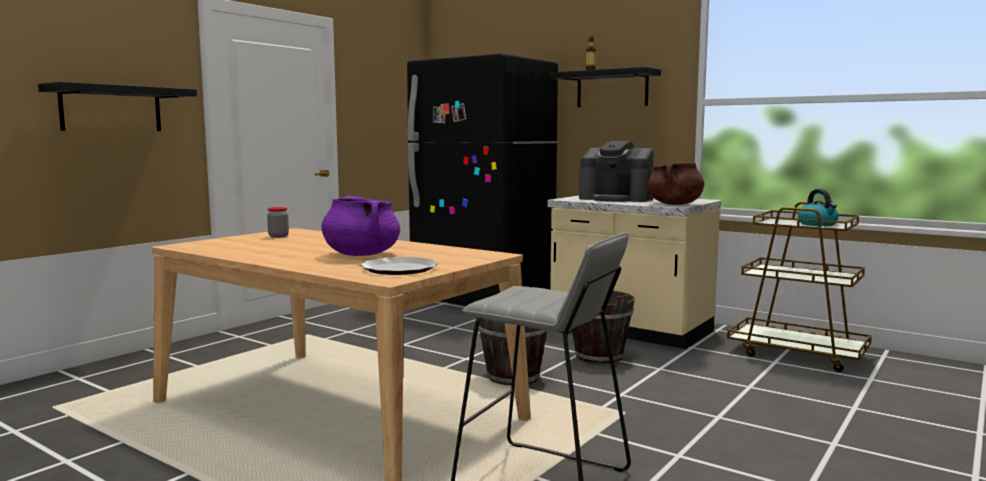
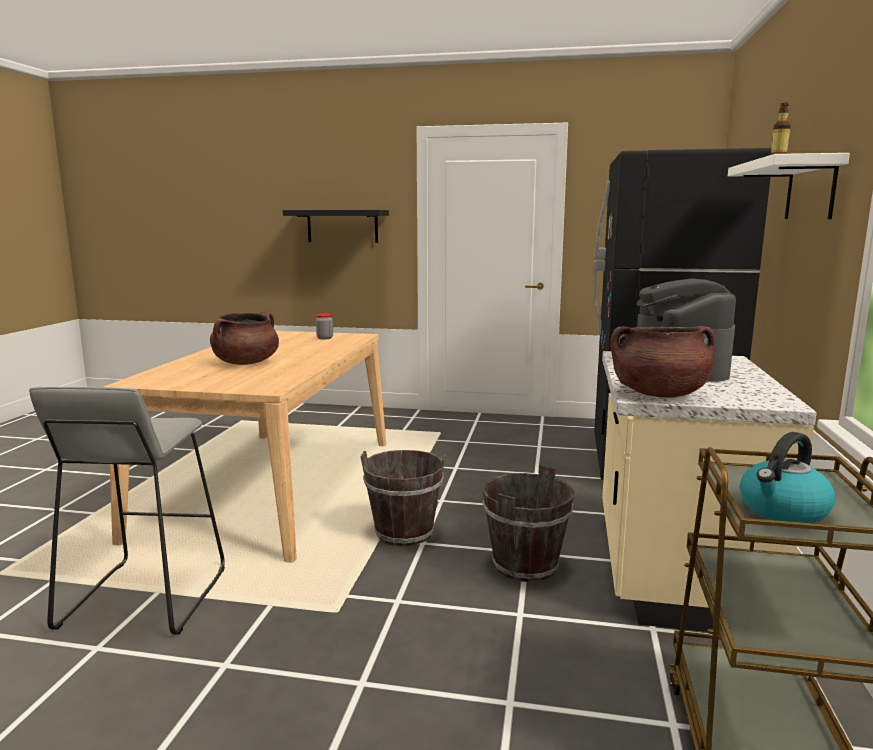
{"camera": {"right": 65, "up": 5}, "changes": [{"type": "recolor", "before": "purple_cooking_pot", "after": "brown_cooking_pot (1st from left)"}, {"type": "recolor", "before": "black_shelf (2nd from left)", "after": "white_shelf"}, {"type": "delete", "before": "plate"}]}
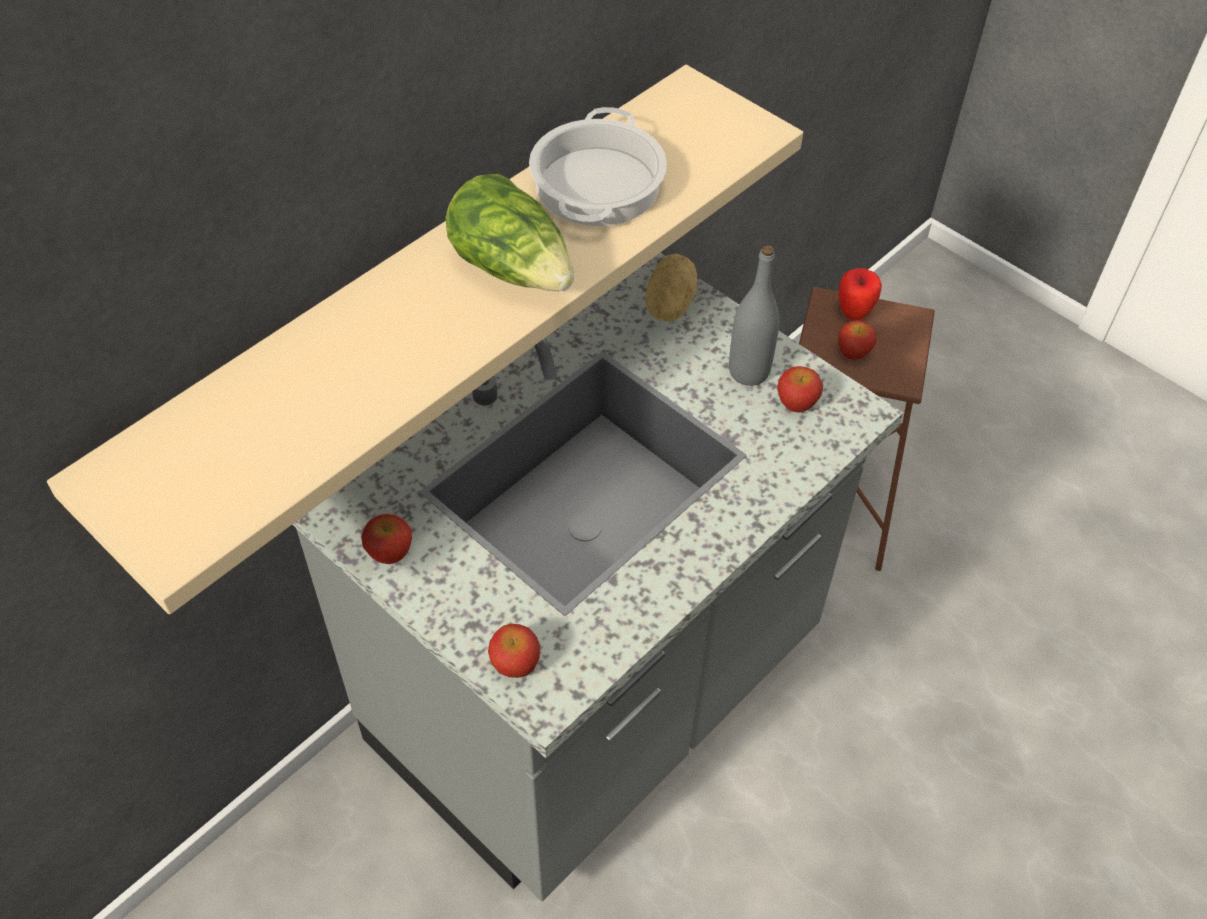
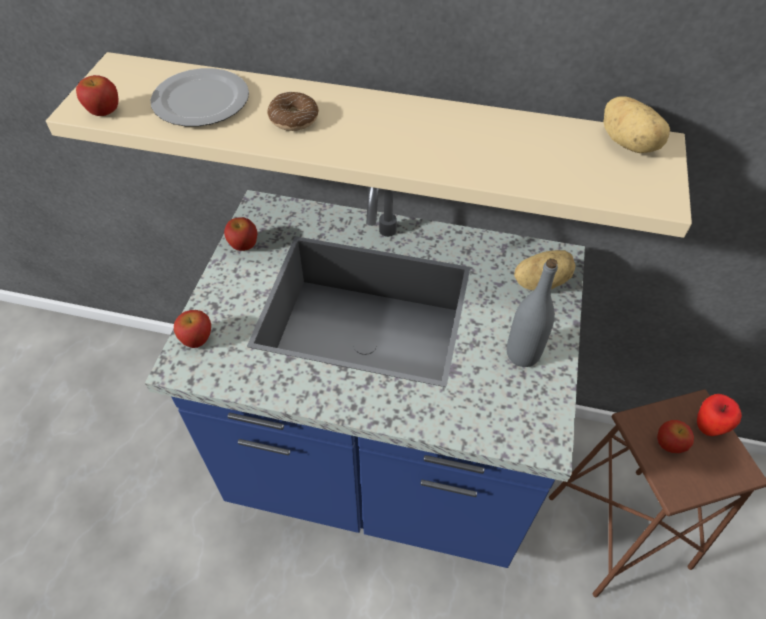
{"camera": {"right": 60, "up": 0}, "changes": [{"type": "move", "before": "apple (3rd from left in the first image)", "after": "apple (1st from left)"}, {"type": "recolor", "before": "grey_counter", "after": "blue_counter"}, {"type": "insert", "after": "plate"}, {"type": "insert", "after": "donut"}, {"type": "insert", "after": "potato (2nd from left)"}, {"type": "delete", "before": "lettuce"}, {"type": "delete", "before": "cooking_pot"}]}
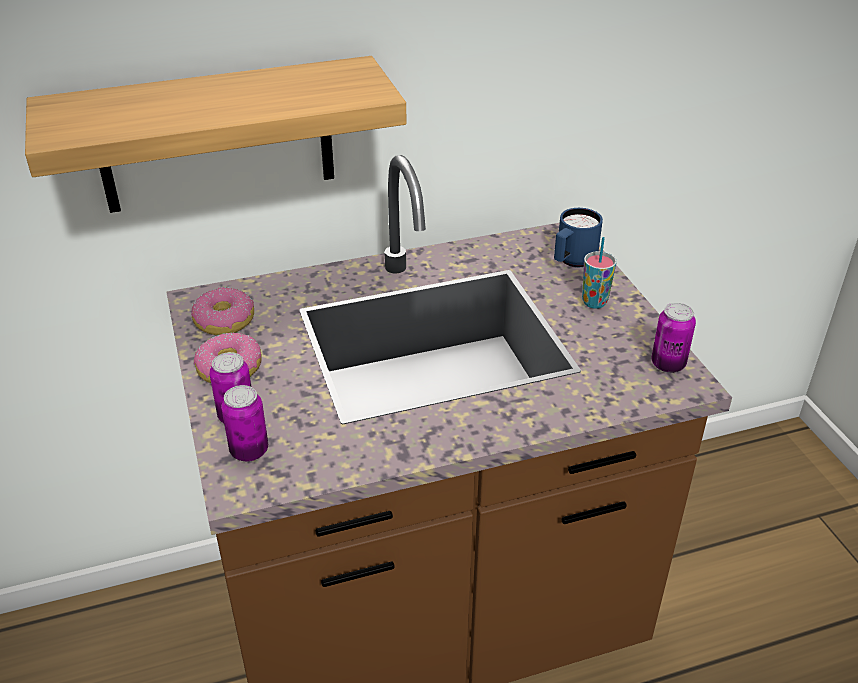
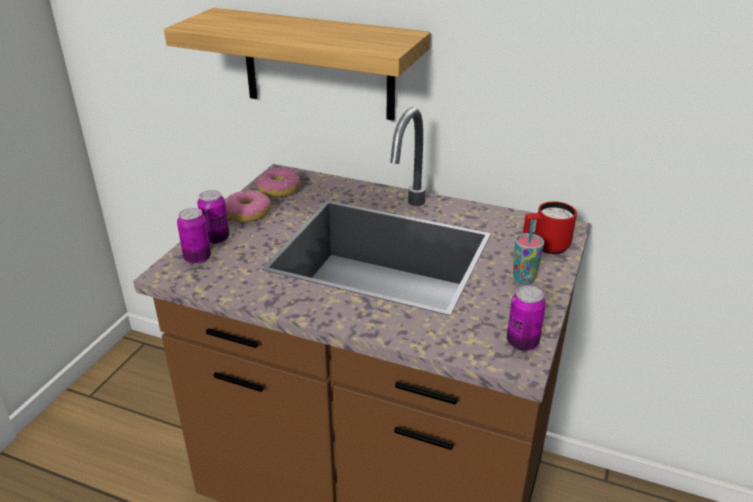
{"camera": {"right": 40, "up": -5}, "changes": [{"type": "recolor", "before": "blue_mug", "after": "red_mug"}]}
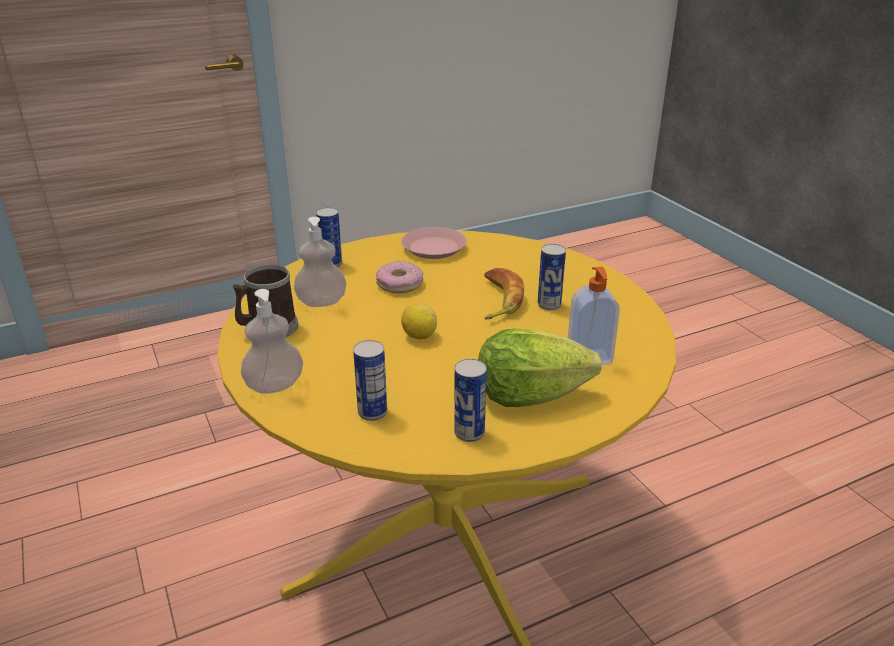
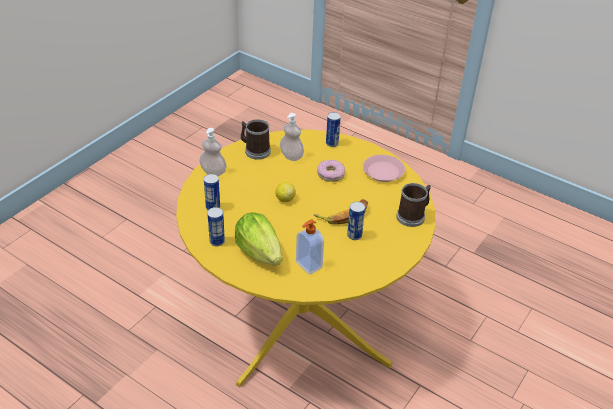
{"camera": {"right": 60, "up": 10}, "changes": [{"type": "insert", "after": "mug (2nd from left)"}]}
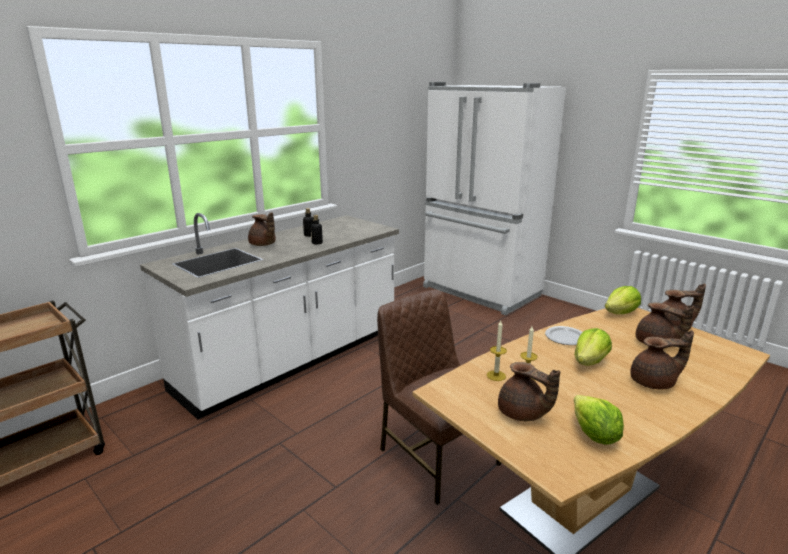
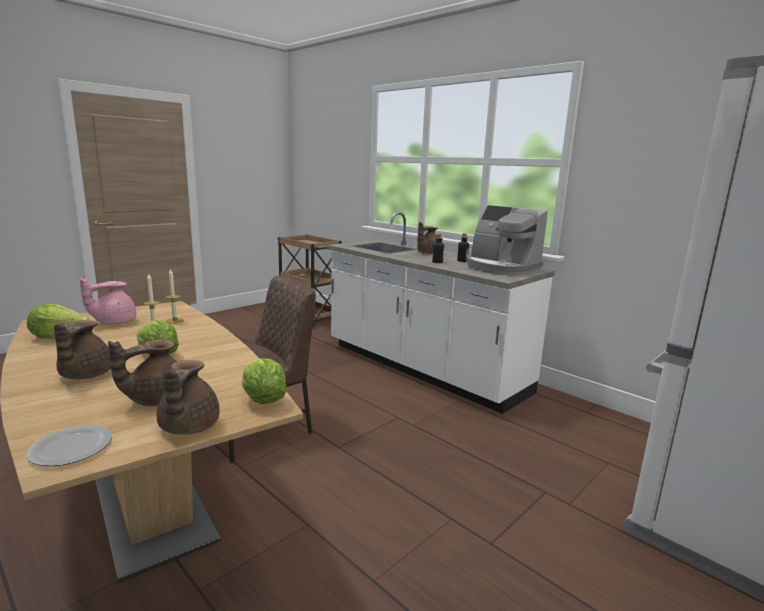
{"camera": {"right": 90, "up": -5}, "changes": [{"type": "move", "before": "plate"}, {"type": "recolor", "before": "brown_teapot (2nd from left)", "after": "pink_teapot"}, {"type": "insert", "after": "coffee_machine"}]}
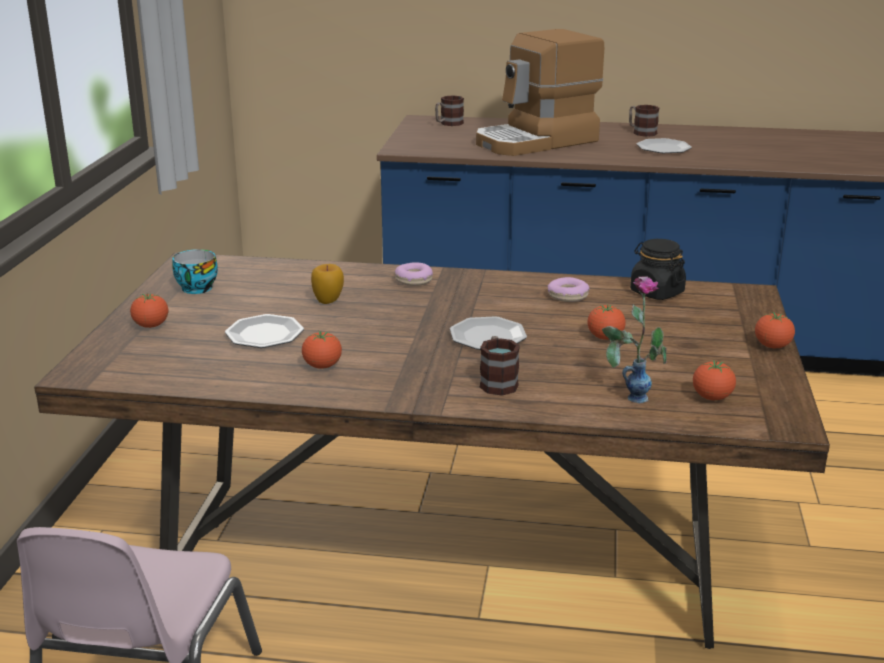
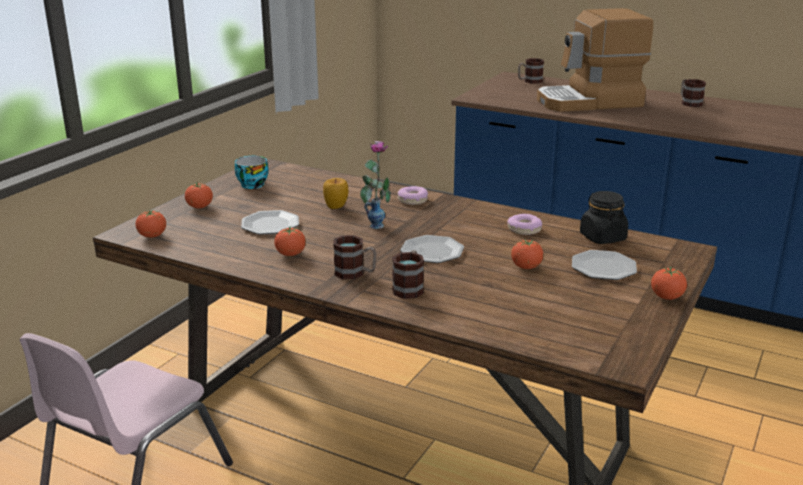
{"camera": {"right": 20, "up": 0}, "changes": [{"type": "move", "before": "tomato (4th from left in the first image)", "after": "tomato (1st from left)"}, {"type": "insert", "after": "mug (1st from left)"}, {"type": "move", "before": "vase"}, {"type": "move", "before": "plate (3rd from left)"}]}
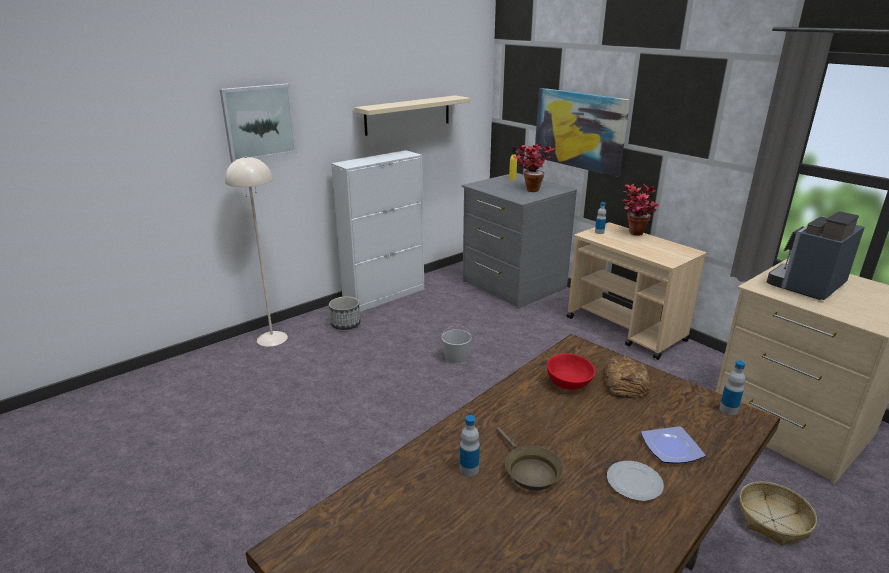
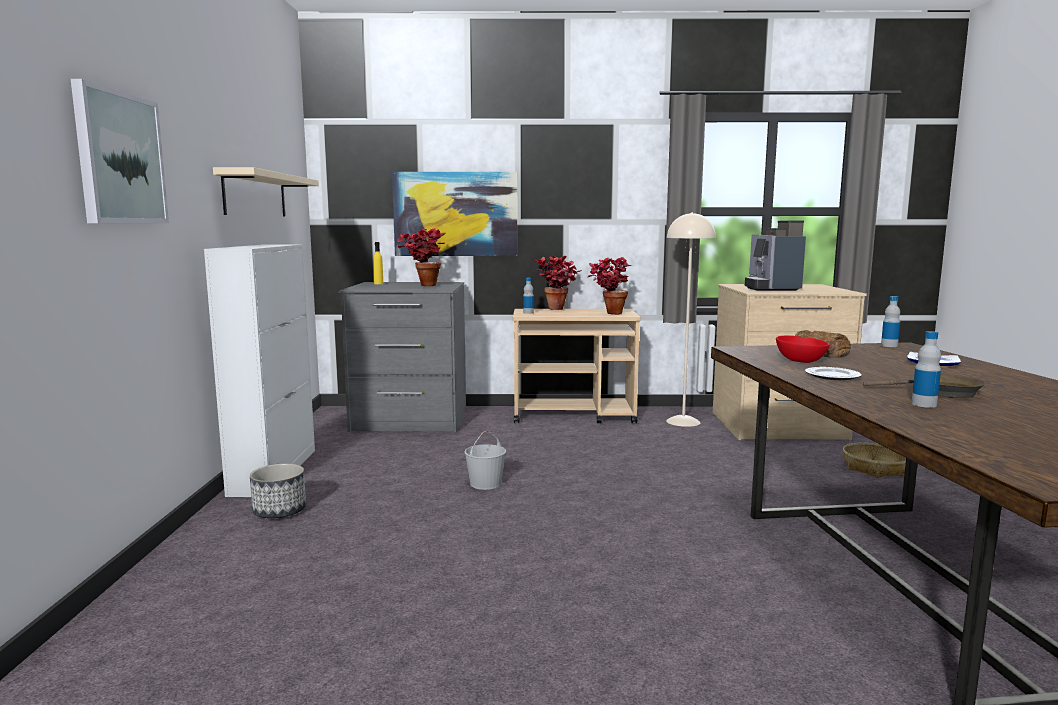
{"camera": {"right": -50, "up": -15}, "changes": [{"type": "insert", "after": "potted_plant (3rd from left)"}, {"type": "move", "before": "beige_floor_lamp"}, {"type": "move", "before": "plate (1st from left)"}]}
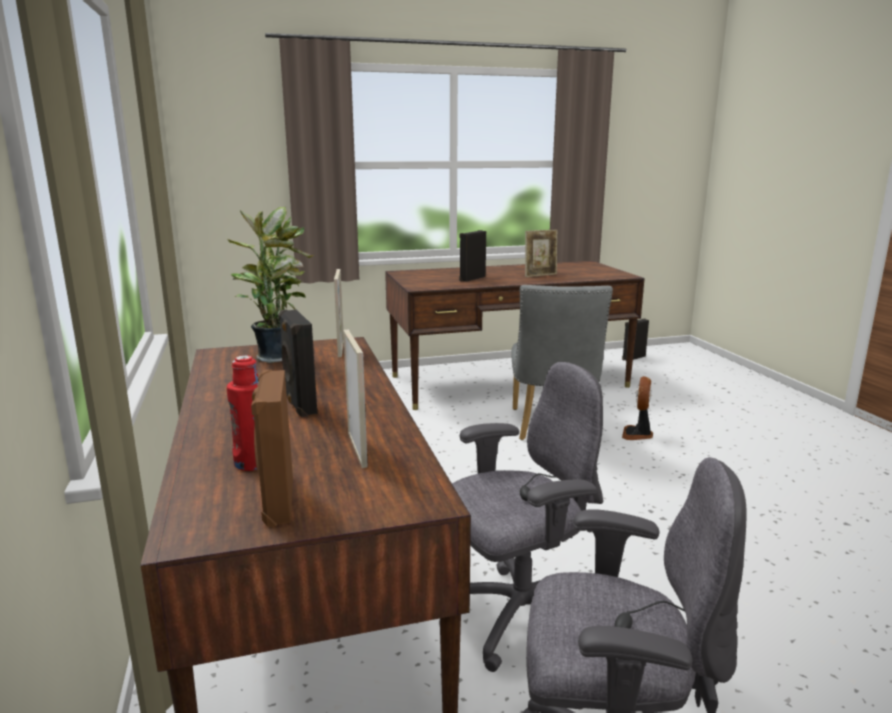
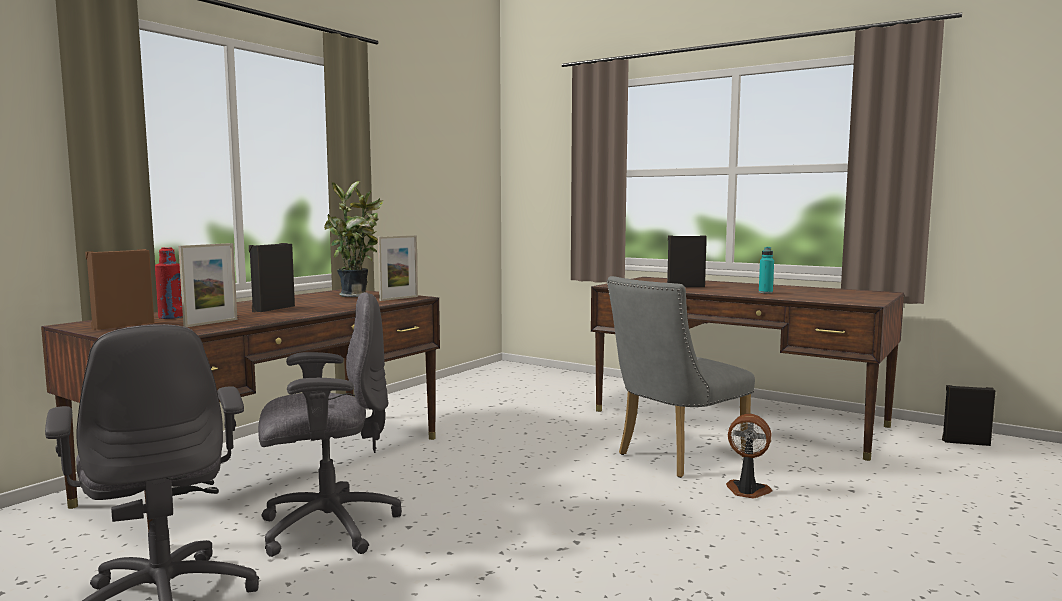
{"camera": {"right": 50, "up": -10}, "changes": [{"type": "rotate", "before": "grey_office_chair (1st from left in the first image)", "turn": -45}, {"type": "rotate", "before": "fan", "turn": 45}, {"type": "replace", "before": "picture_frame (3rd from left)", "after": "turquoise_bottle"}]}
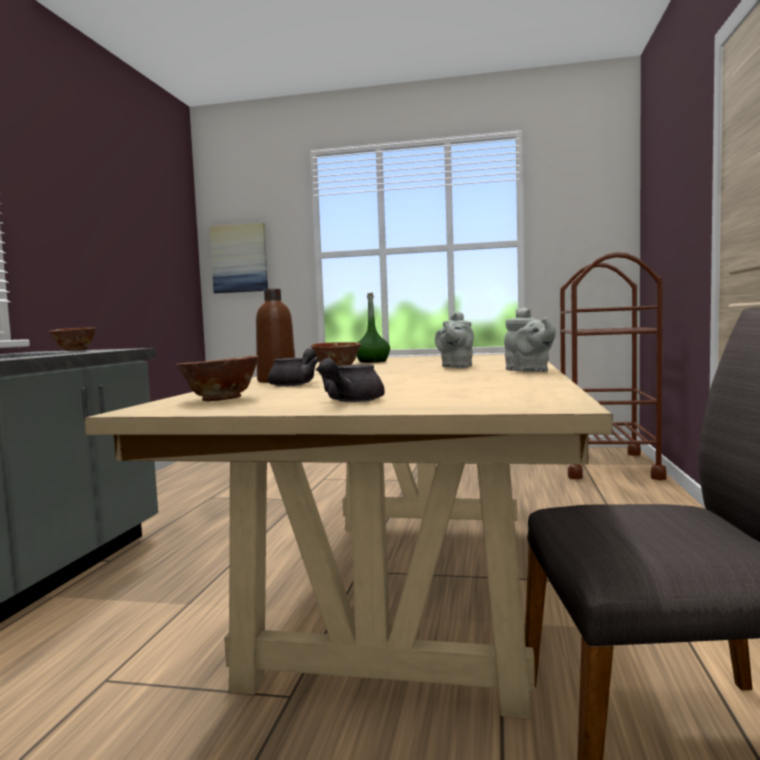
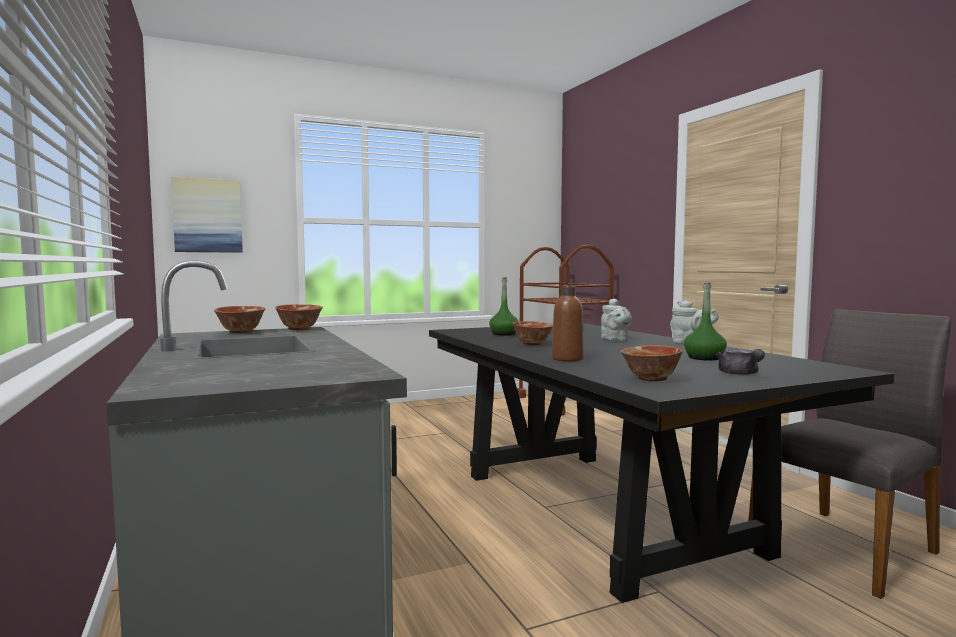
{"camera": {"right": -35, "up": 0}, "changes": [{"type": "insert", "after": "bowl (2nd from left)"}, {"type": "recolor", "before": "beige_dining_table", "after": "black_dining_table"}, {"type": "insert", "after": "green_bottle (2nd from left)"}, {"type": "delete", "before": "grey_teapot (1st from left)"}]}
